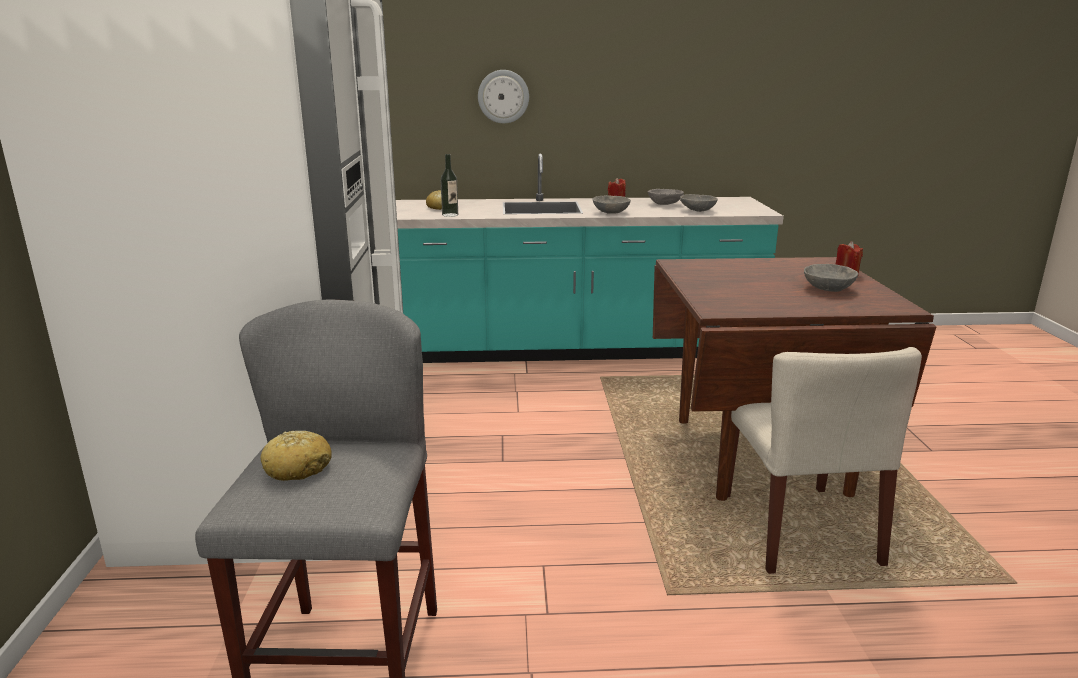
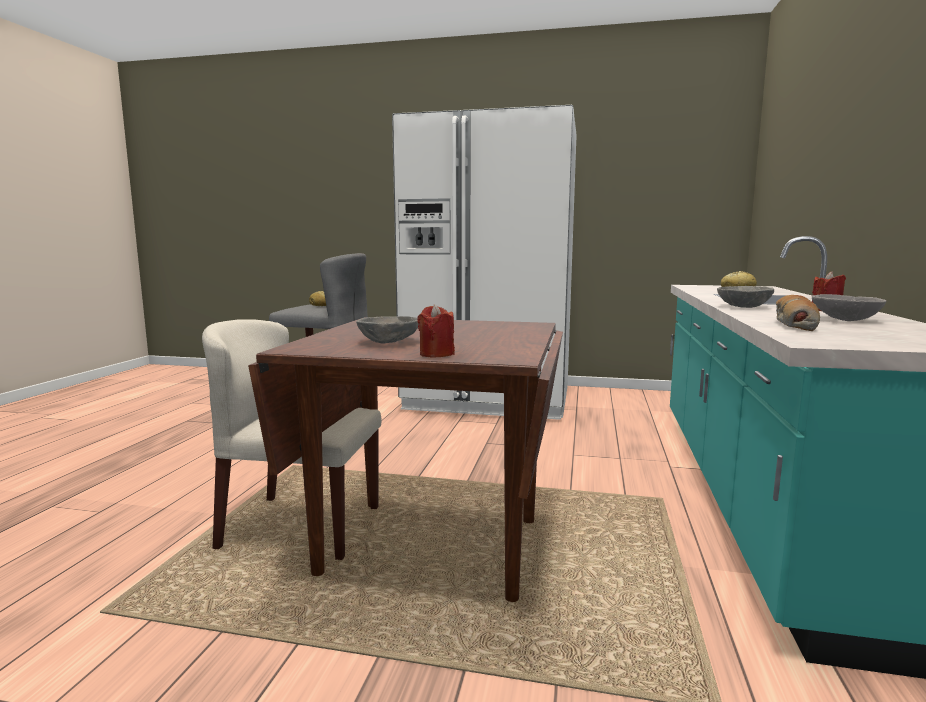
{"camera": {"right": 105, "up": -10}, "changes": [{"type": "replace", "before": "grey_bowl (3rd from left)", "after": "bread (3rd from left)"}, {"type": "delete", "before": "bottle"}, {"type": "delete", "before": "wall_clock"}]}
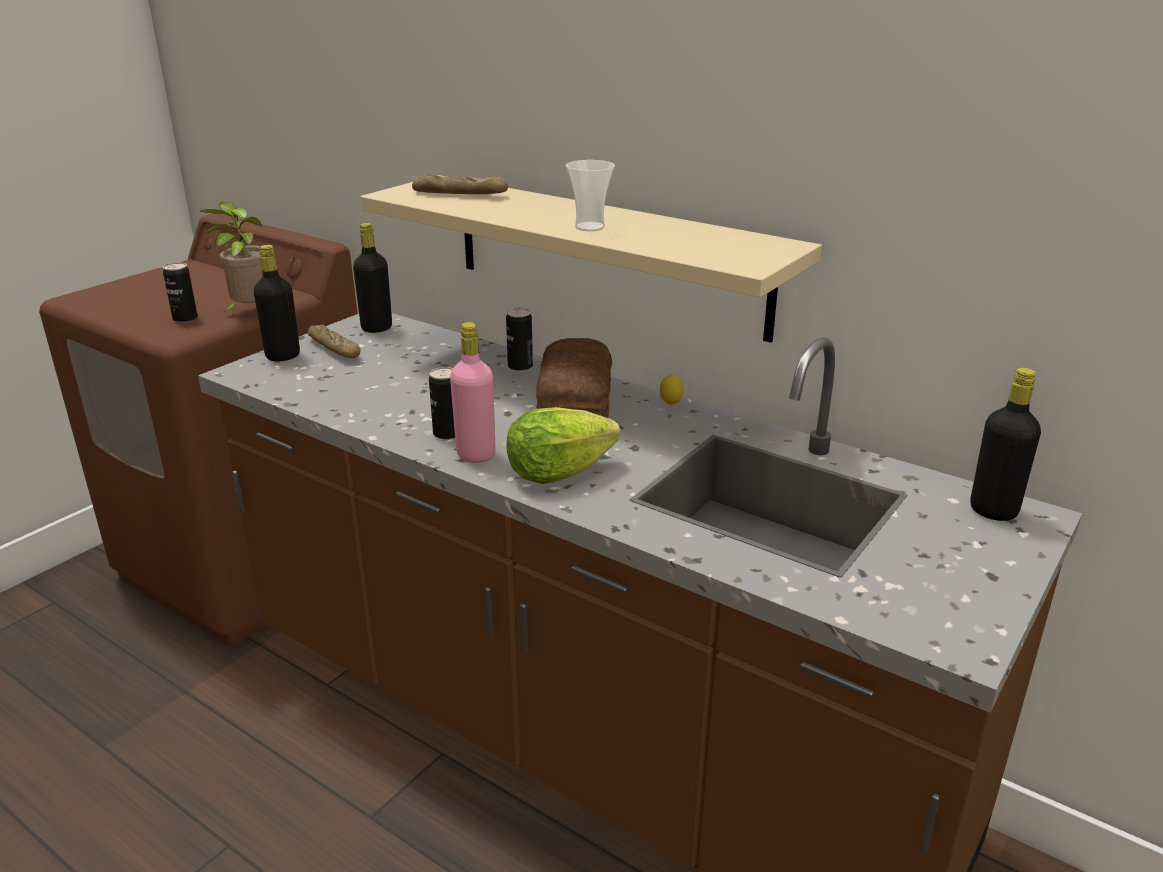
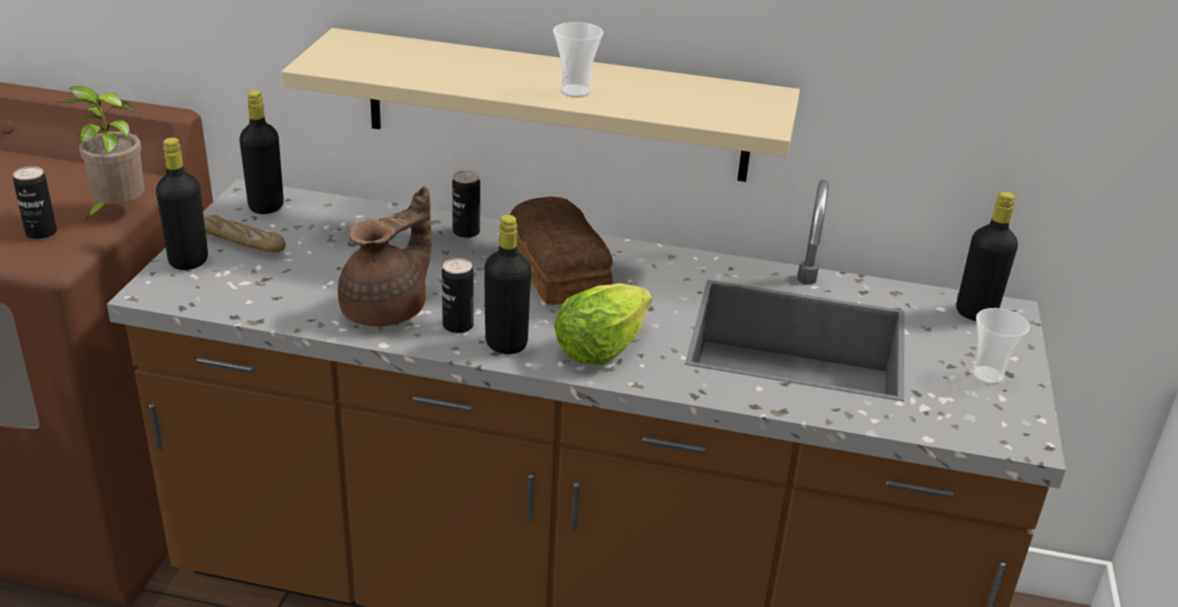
{"camera": {"right": -25, "up": 5}, "changes": [{"type": "insert", "after": "brown_teapot"}, {"type": "recolor", "before": "pink_bottle", "after": "black_bottle (3rd from left)"}, {"type": "insert", "after": "cup (2nd from left)"}, {"type": "delete", "before": "bread (2nd from left)"}, {"type": "delete", "before": "lemon"}]}
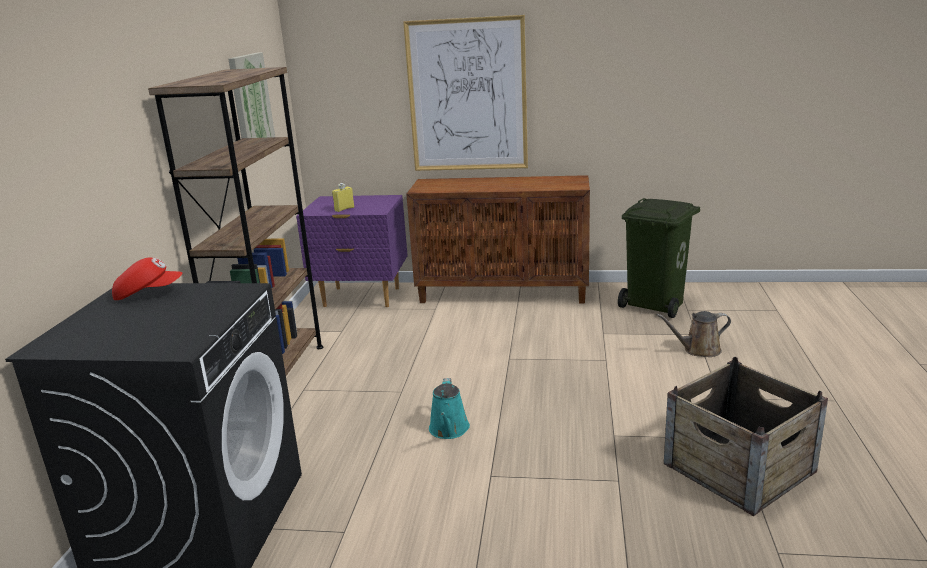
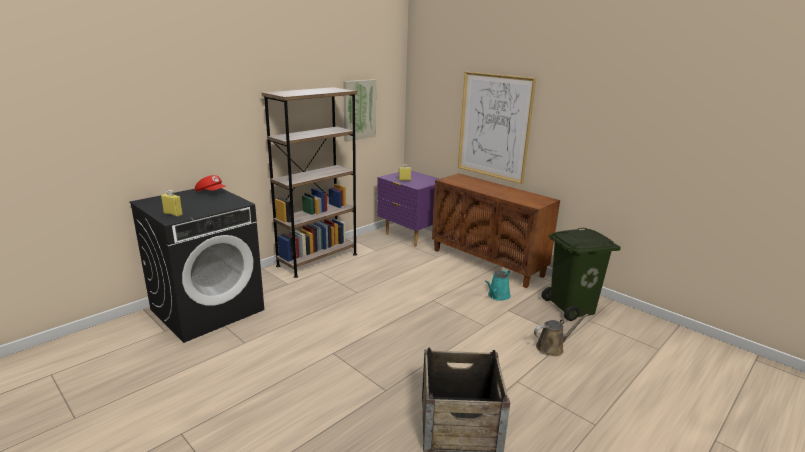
{"camera": {"right": 35, "up": 0}, "changes": [{"type": "insert", "after": "yellow_bottle (1st from left)"}, {"type": "move", "before": "turquoise_watering_can"}, {"type": "rotate", "before": "brown_watering_can", "turn": 135}]}
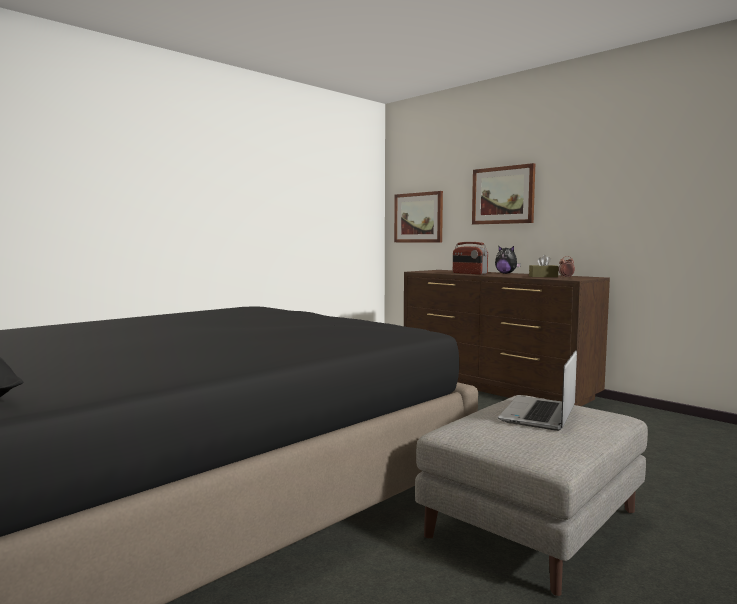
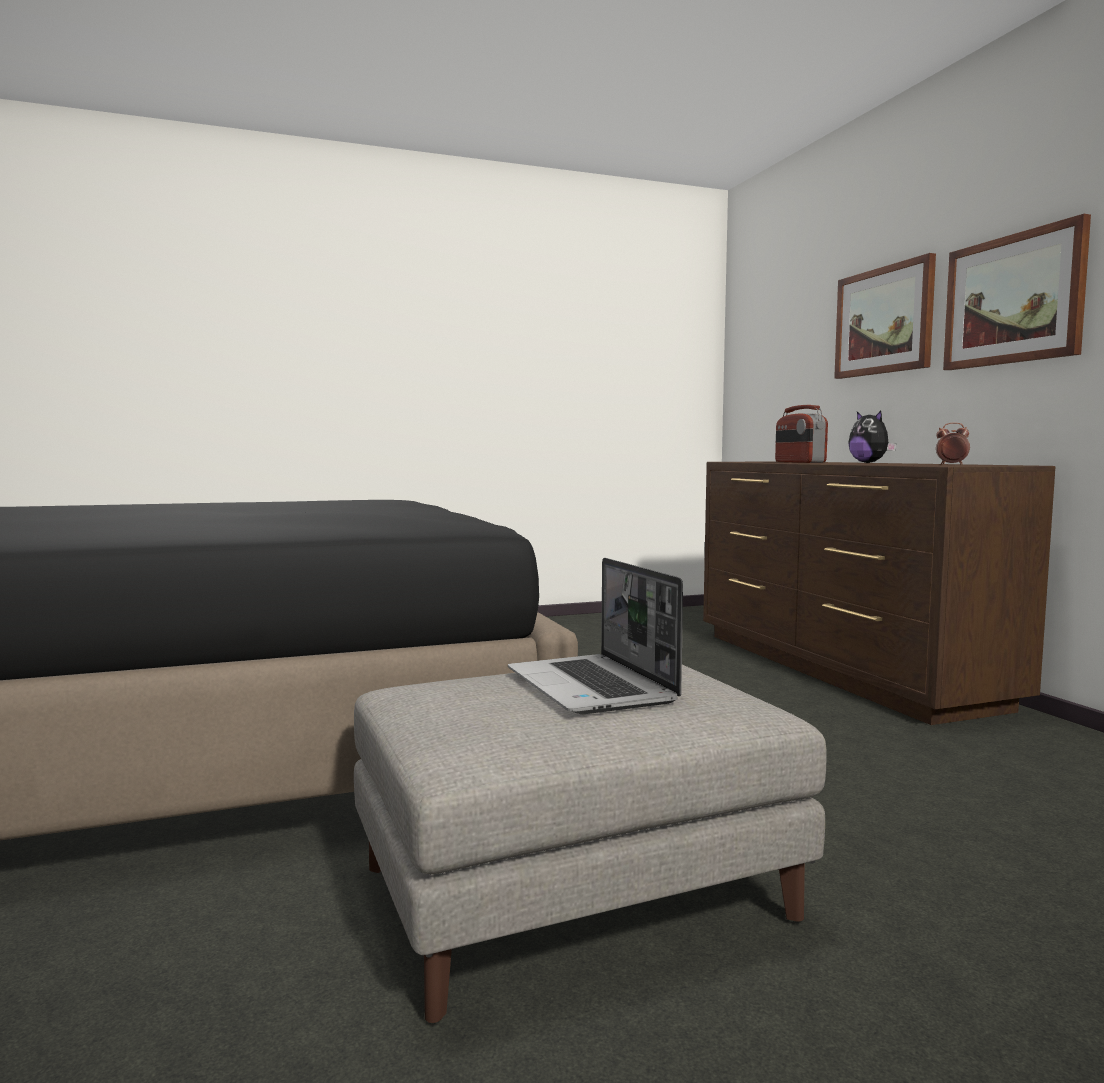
{"camera": {"right": 25, "up": 0}, "changes": [{"type": "rotate", "before": "laptop", "turn": -75}, {"type": "move", "before": "picture (1st from left in the first image)", "after": "picture (2nd from left)"}, {"type": "delete", "before": "brown_tissue_box"}]}
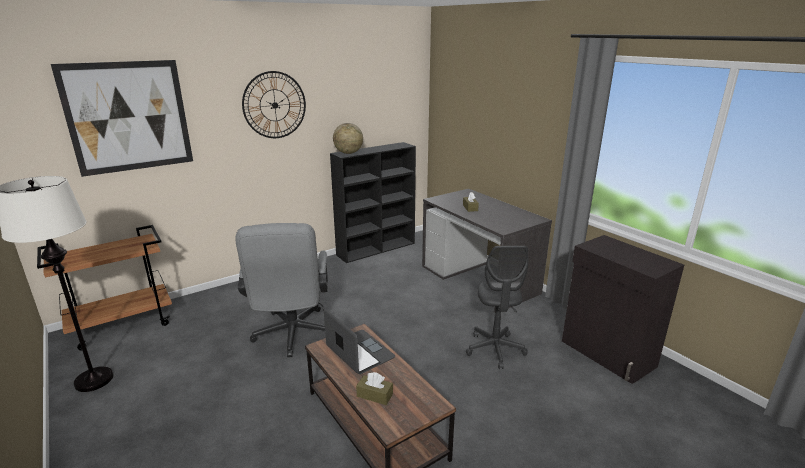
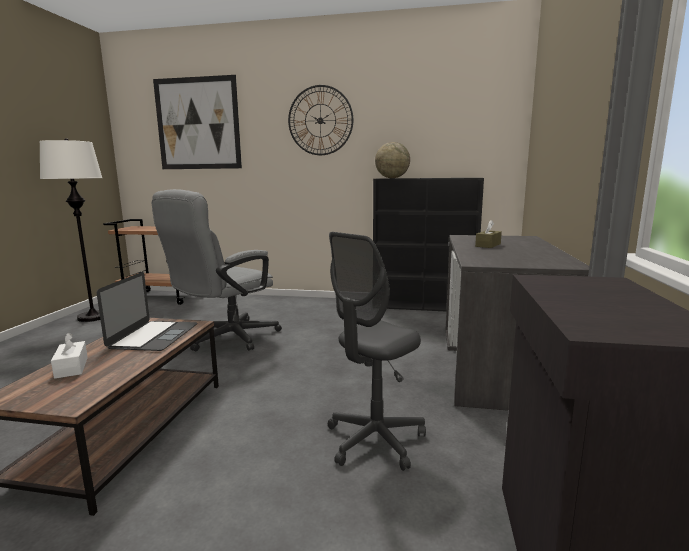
{"camera": {"right": 45, "up": -10}, "changes": [{"type": "recolor", "before": "brown_tissue_box (1st from left)", "after": "white_tissue_box"}]}
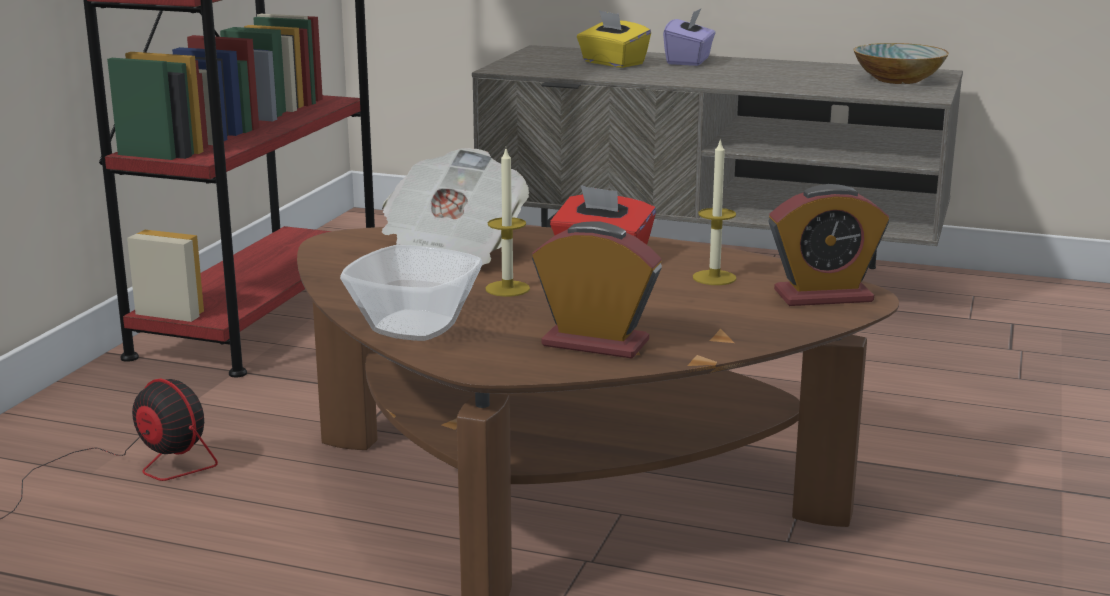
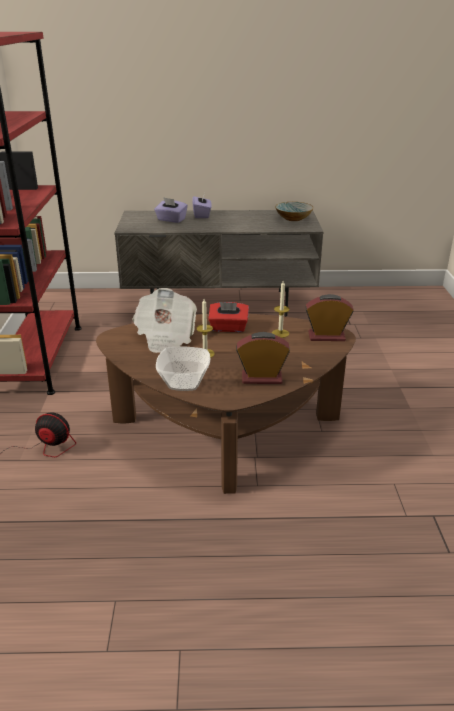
{"camera": {"right": -20, "up": 10}, "changes": [{"type": "recolor", "before": "yellow_tissue_box", "after": "purple_tissue_box (1st from left)"}, {"type": "rotate", "before": "alarm_clock (2nd from left)", "turn": -150}]}
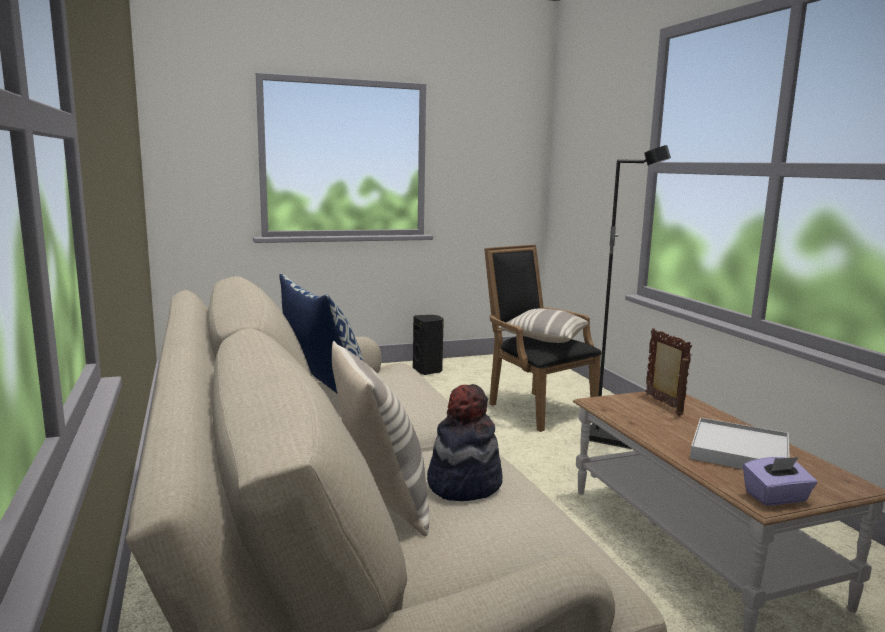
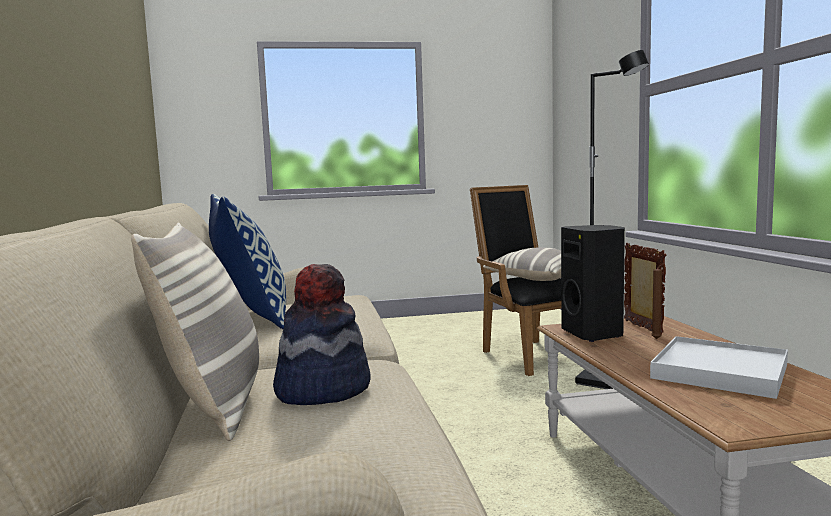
{"camera": {"right": 10, "up": -5}, "changes": [{"type": "move", "before": "black_speaker"}, {"type": "delete", "before": "purple_tissue_box"}]}
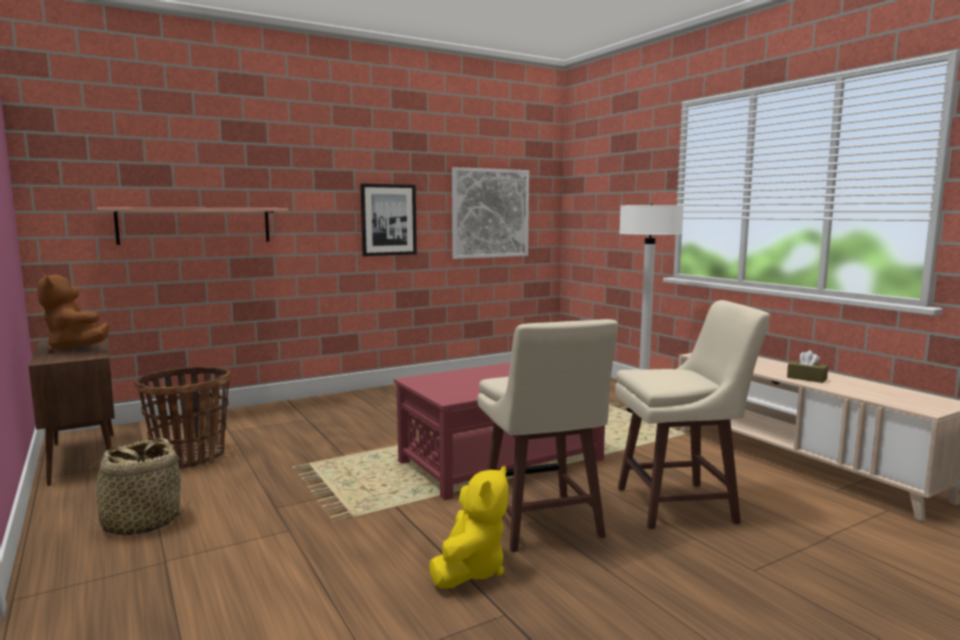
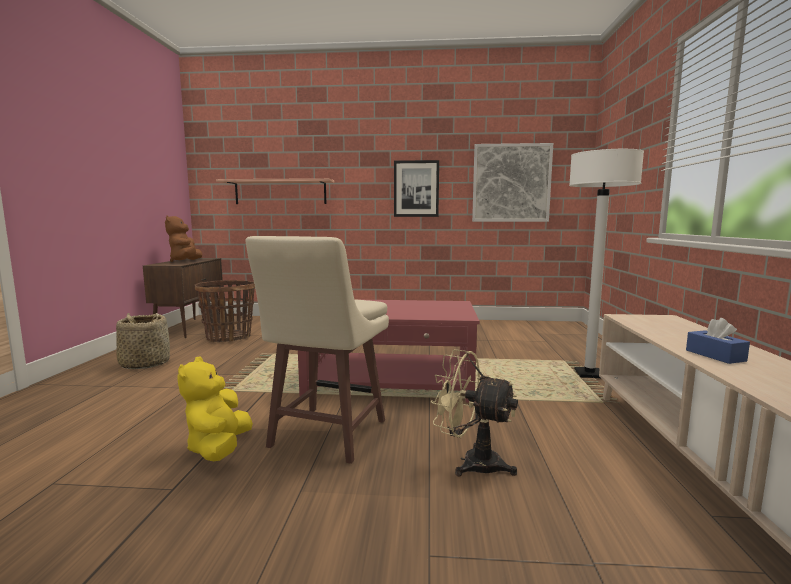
{"camera": {"right": 35, "up": 0}, "changes": [{"type": "rotate", "before": "yellow_plush_toy", "turn": 120}, {"type": "replace", "before": "beige_stool (2nd from left)", "after": "beige_fan"}, {"type": "recolor", "before": "brown_tissue_box", "after": "blue_tissue_box"}]}
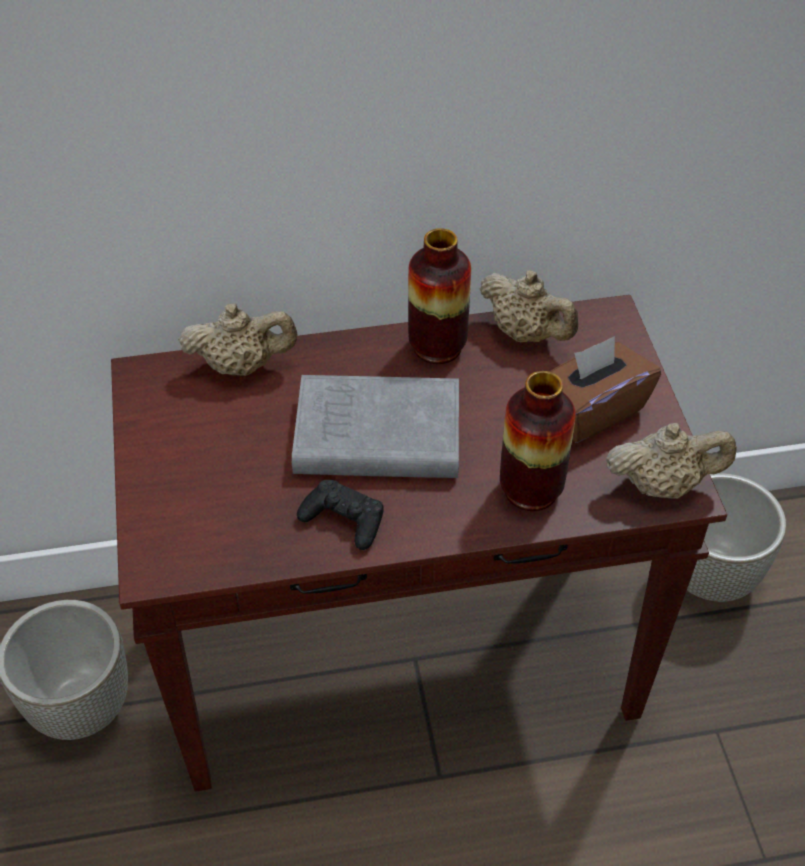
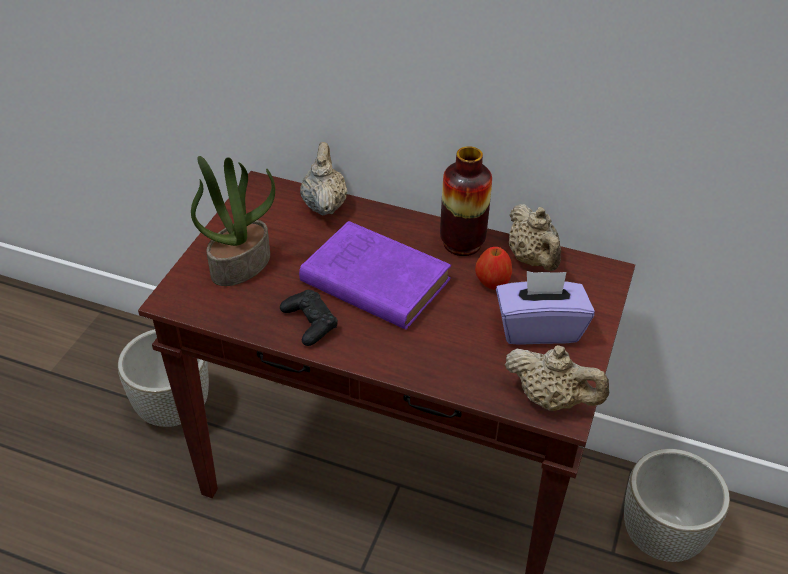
{"camera": {"right": 30, "up": -5}, "changes": [{"type": "insert", "after": "potted_plant"}, {"type": "recolor", "before": "grey_book", "after": "purple_book"}, {"type": "rotate", "before": "beige_teapot (1st from left)", "turn": -120}, {"type": "insert", "after": "apple"}, {"type": "recolor", "before": "brown_tissue_box", "after": "purple_tissue_box"}, {"type": "delete", "before": "vase (2nd from left)"}]}
